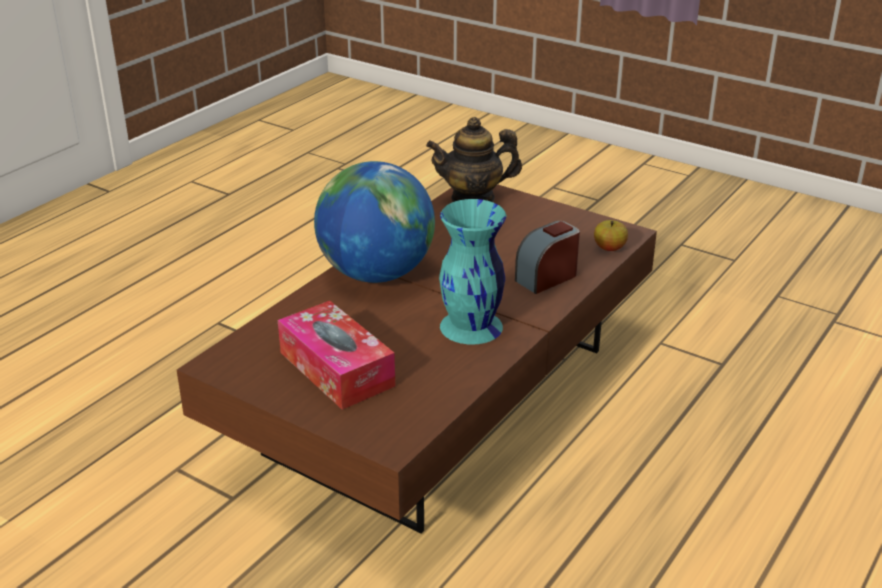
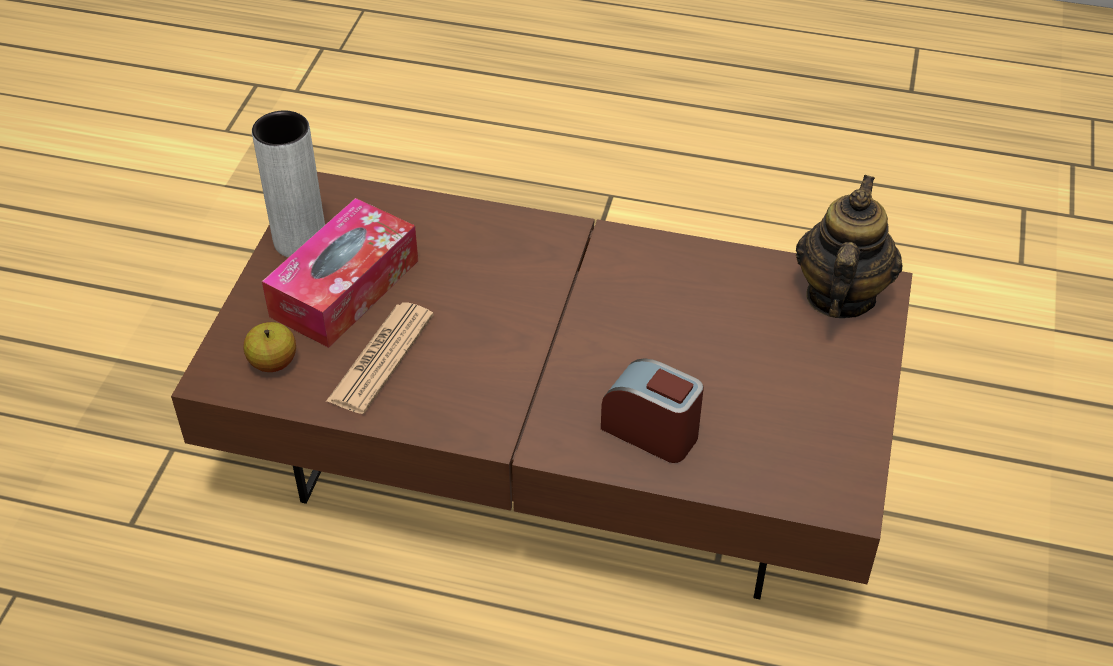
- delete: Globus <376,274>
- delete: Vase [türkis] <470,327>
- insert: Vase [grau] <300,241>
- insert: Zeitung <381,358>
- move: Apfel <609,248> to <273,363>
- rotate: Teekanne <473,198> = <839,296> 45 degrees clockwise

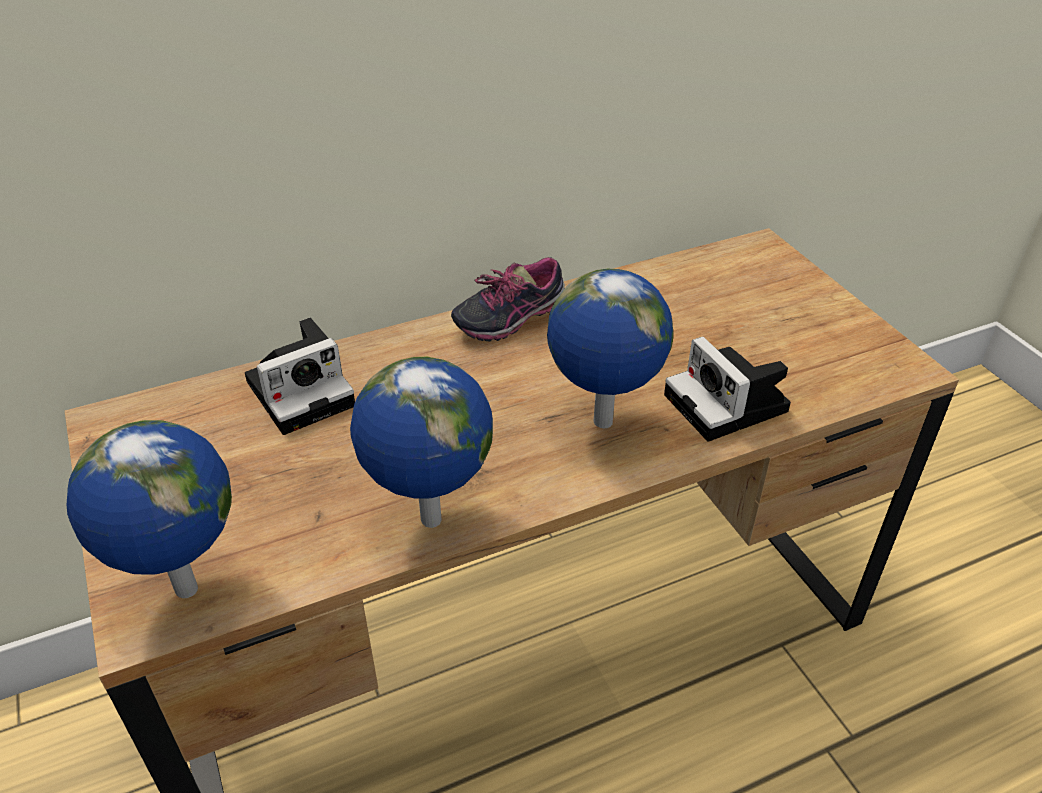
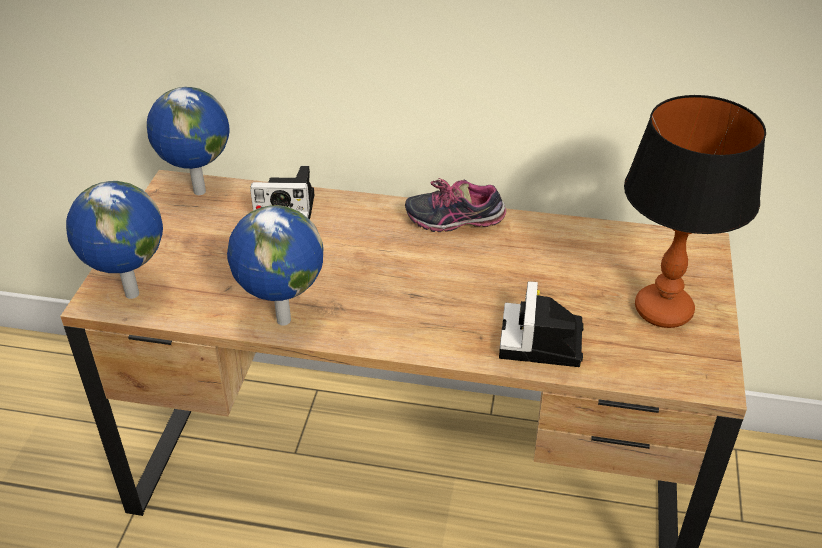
- insert: Tischlampe <662,310>
- move: Globus <602,423> to <198,192>

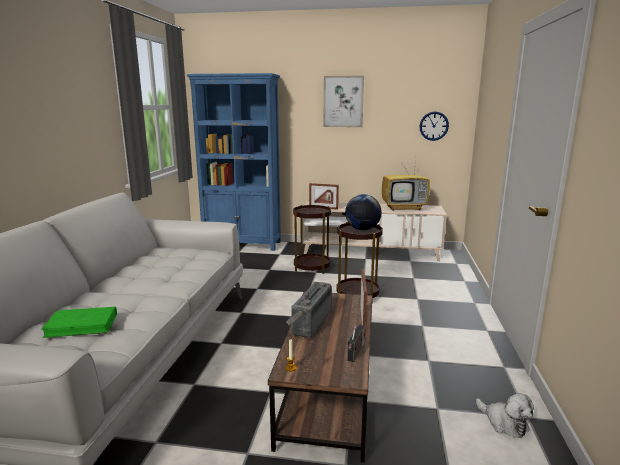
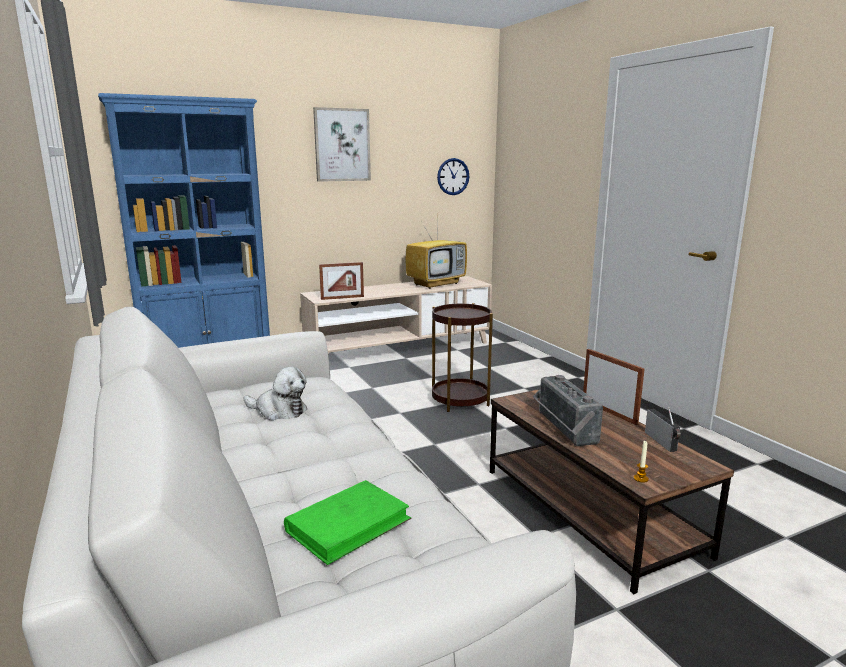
- delete: Beistelltisch [braun] <312,267>
- delete: Globus <362,229>
- move: Plüschtier <504,423> to <279,411>

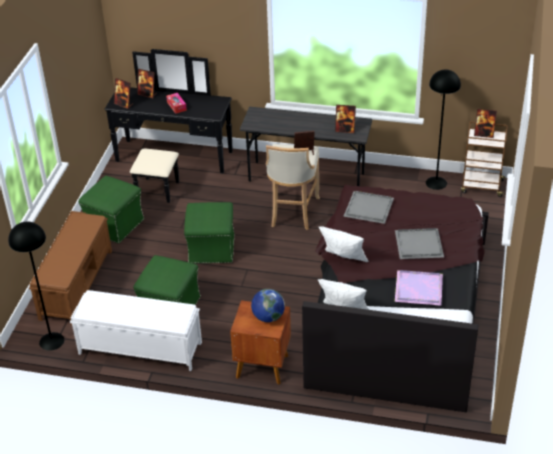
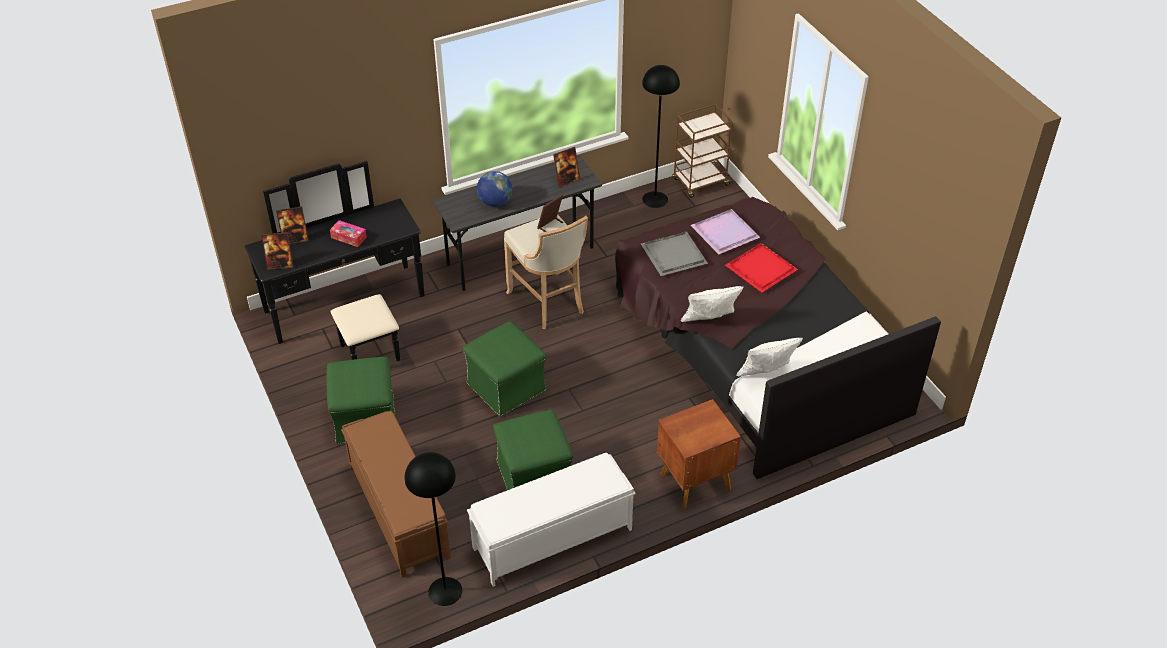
- delete: Bilderrahmen <484,134>
- move: Globus <268,317> to <495,202>
- move: Tablett [lila] <419,288> to <725,232>
- recolor: Tablett [grau] <418,244> to Tablett [rot] <759,269>

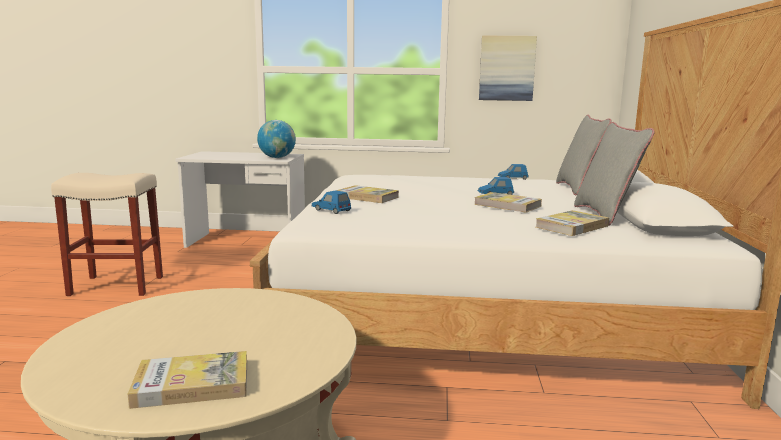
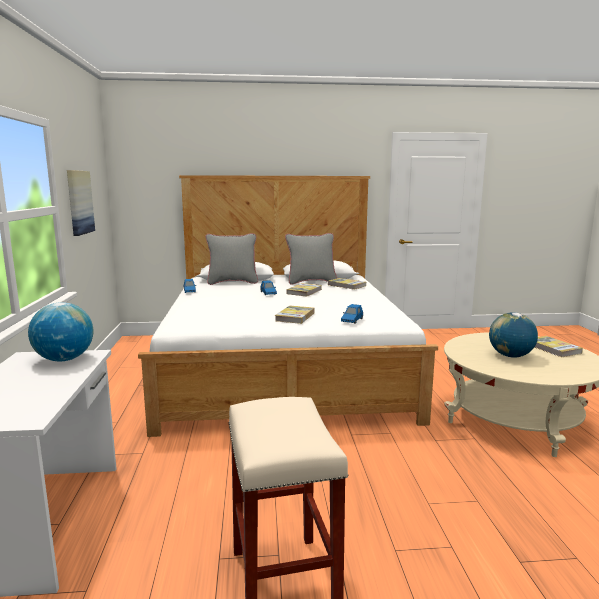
- insert: Globus <510,356>

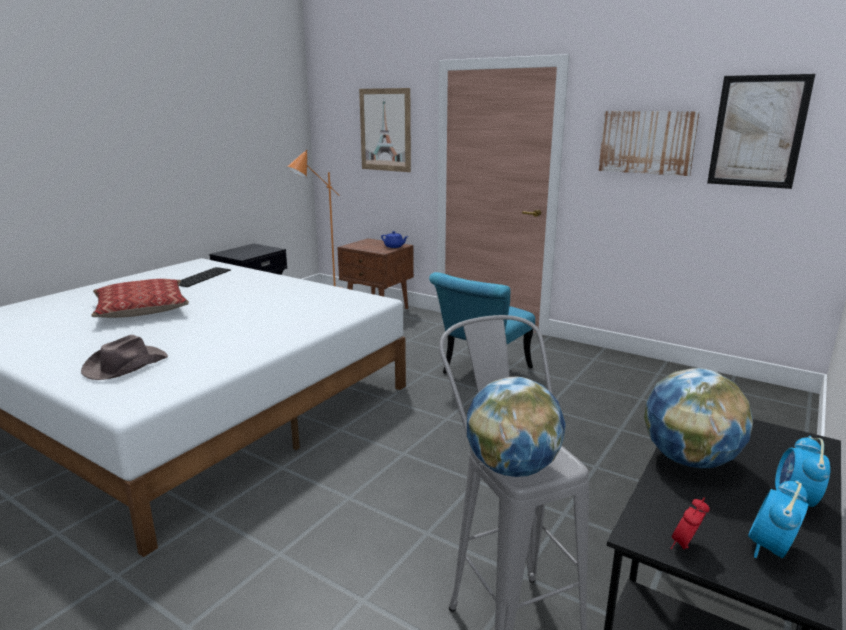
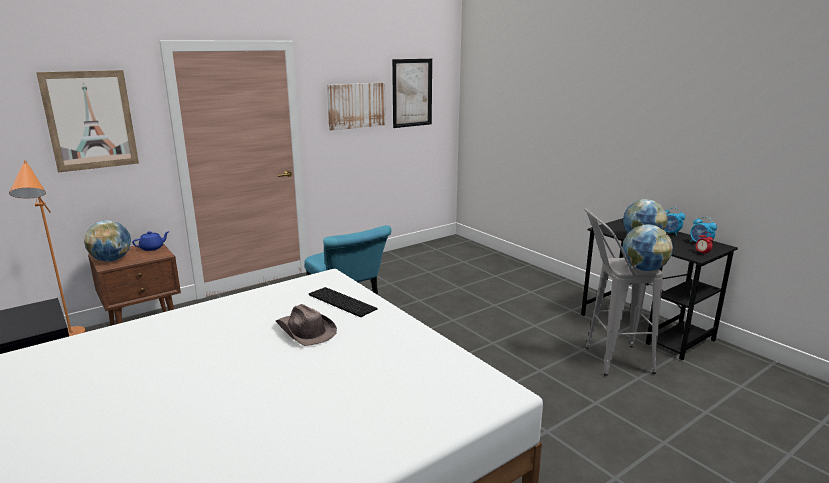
- delete: Kissen <142,309>
- insert: Globus <112,260>
- move: Hut [braun] <125,365> to <305,331>
- move: Tastatur <201,277> to <340,302>

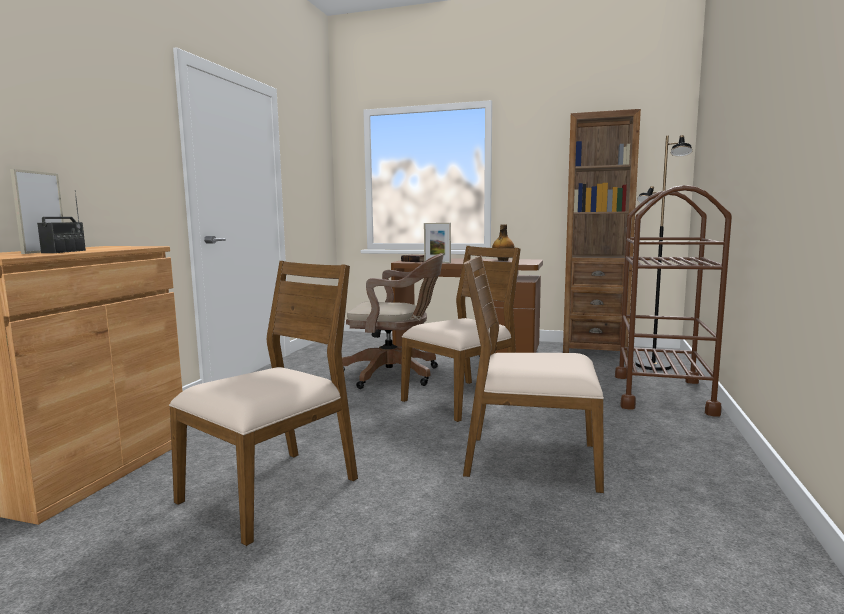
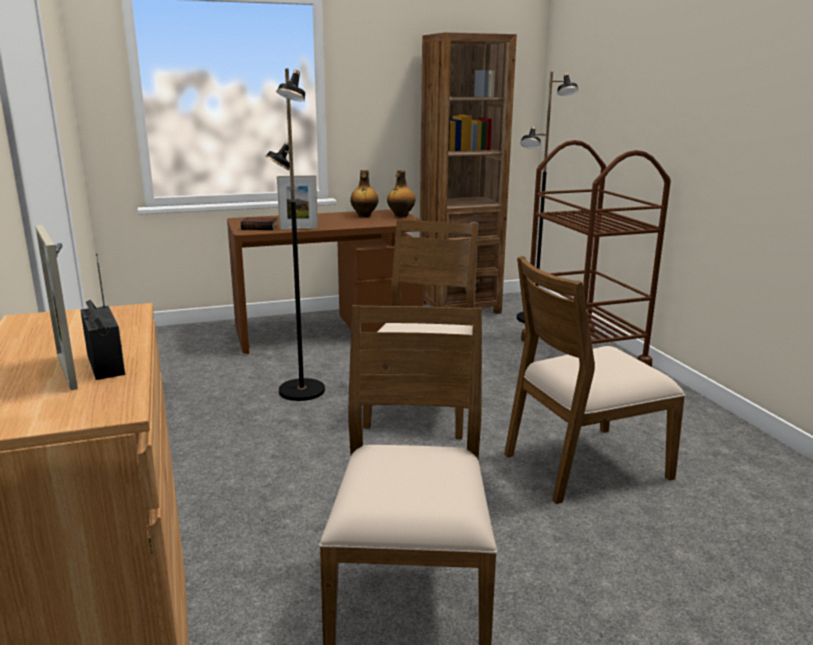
- insert: Flasche <400,215>
- replace: Bürostuhl [braun] <395,375> to Stehlampe [schwarz] <301,391>

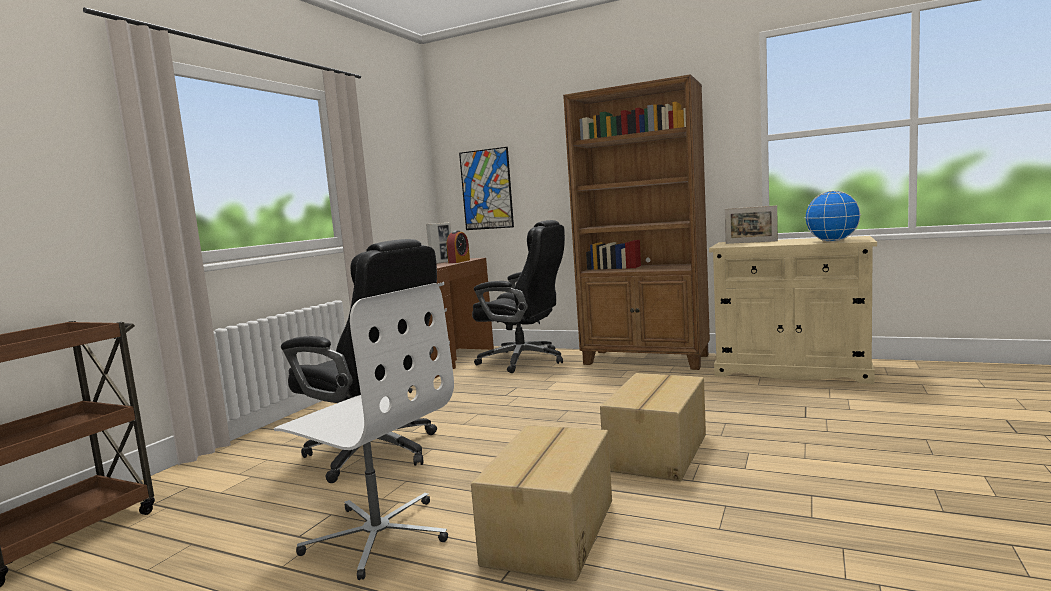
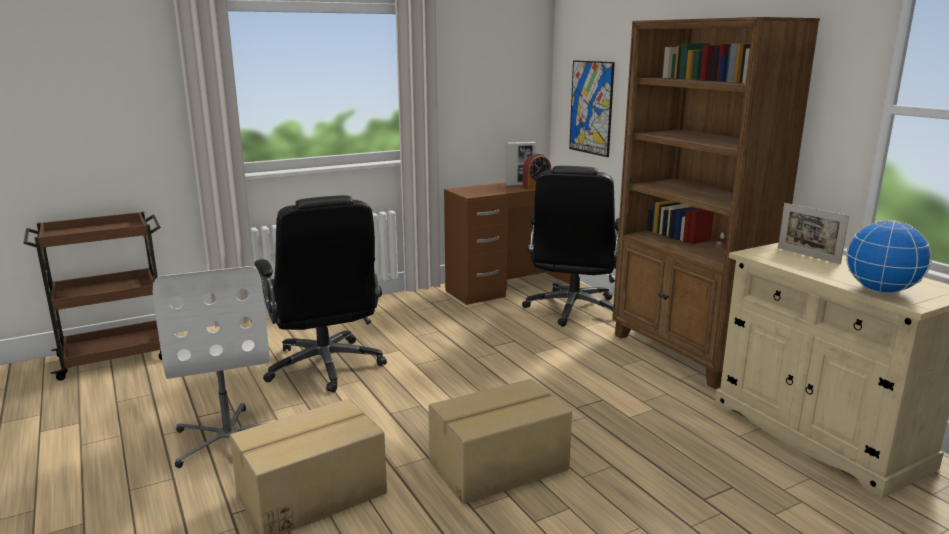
- rotate: Bürostuhl [schwarz] <524,360> = <572,309> 45 degrees clockwise

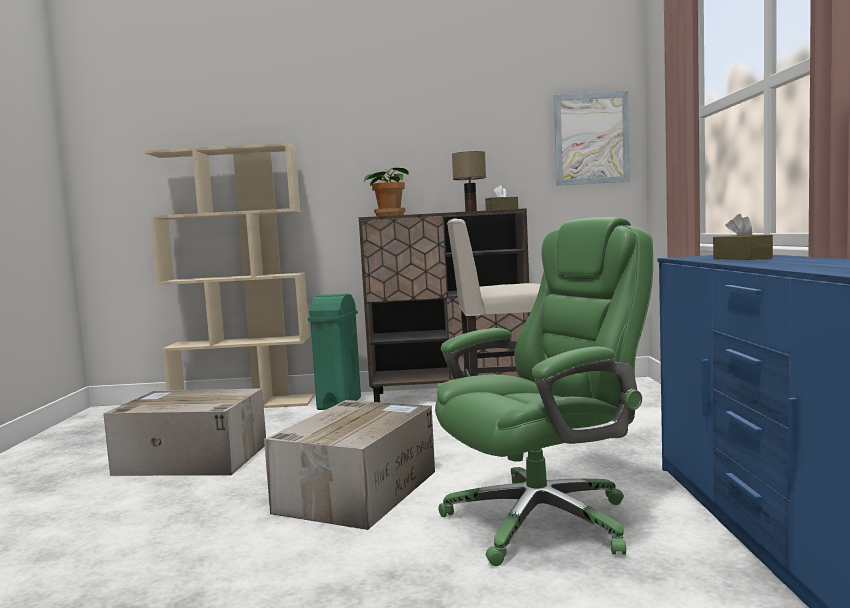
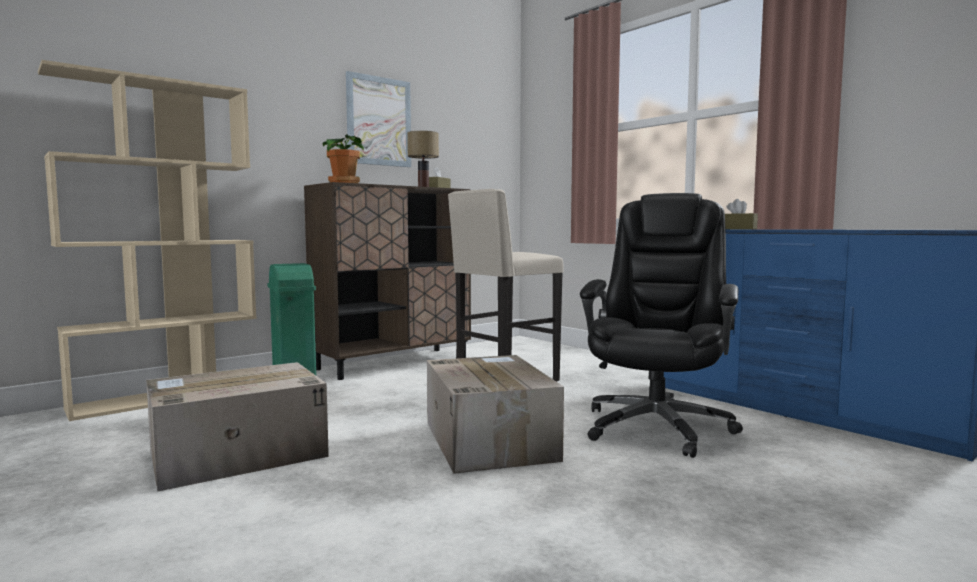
- move: Bild <591,138> to <379,121>
- recolor: Bürostuhl [grün] <543,519> to Bürostuhl [schwarz] <657,426>

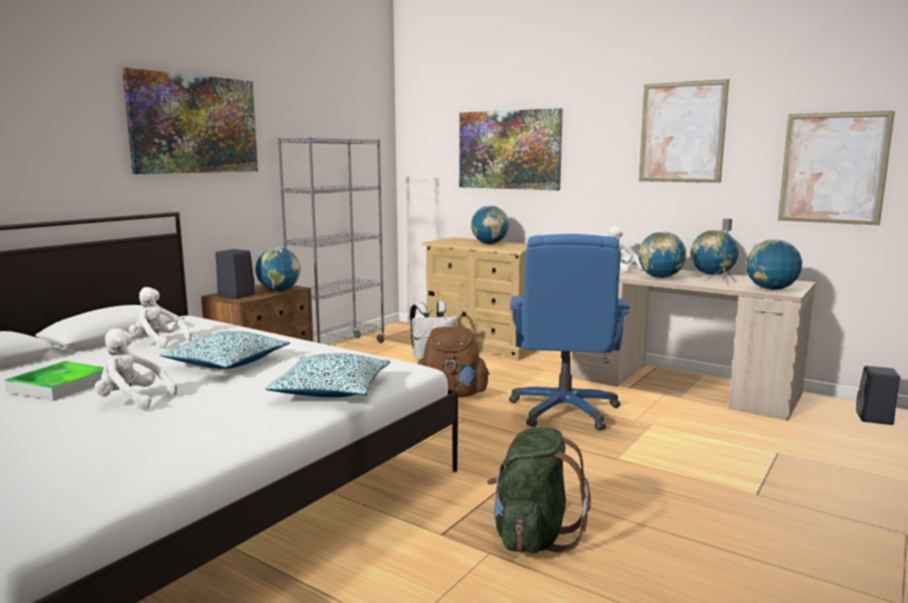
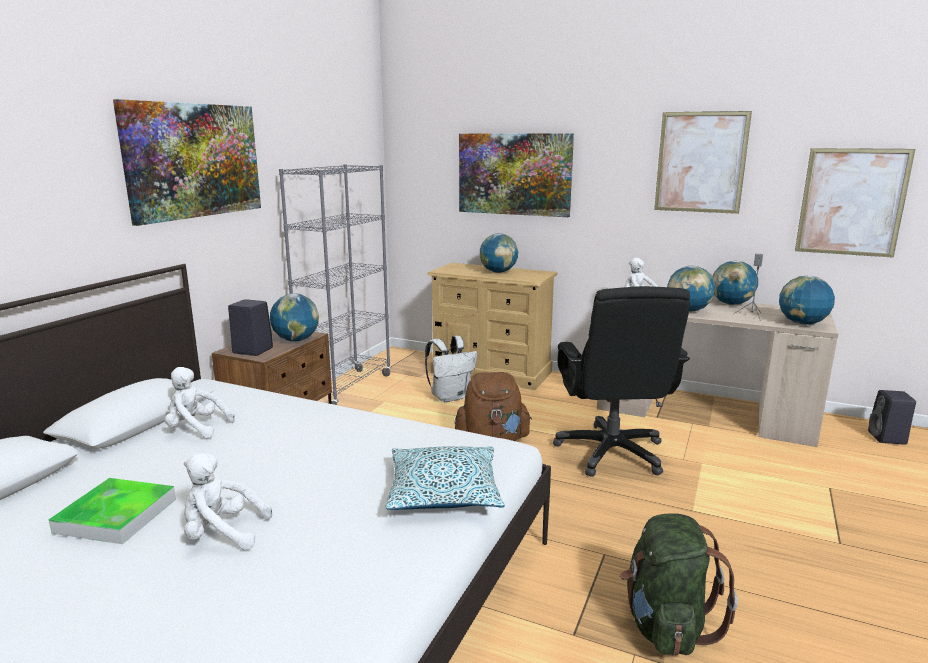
- delete: Kissen <227,363>
- recolor: Bürostuhl [blau] <564,411> to Bürostuhl [schwarz] <611,452>

